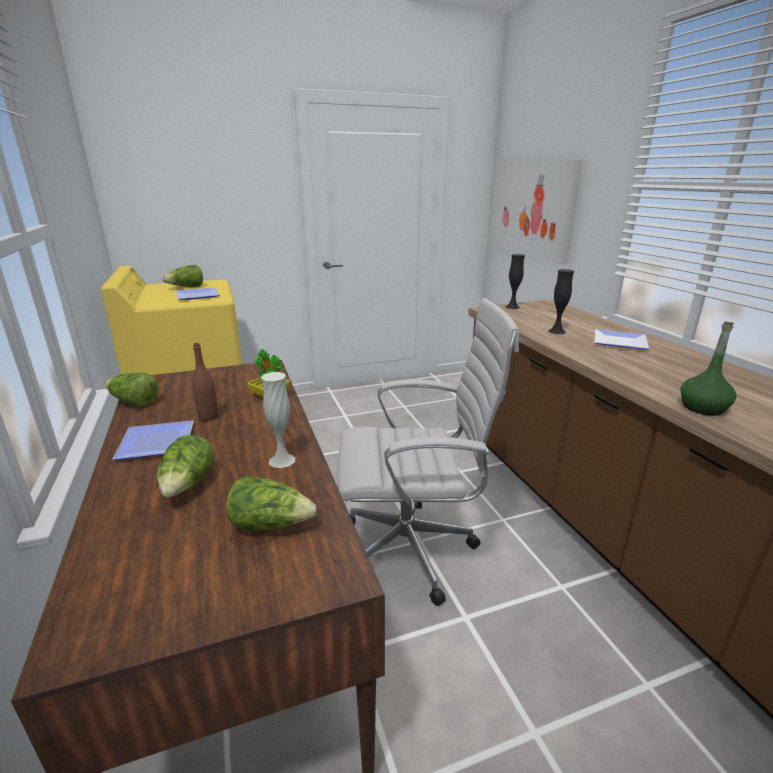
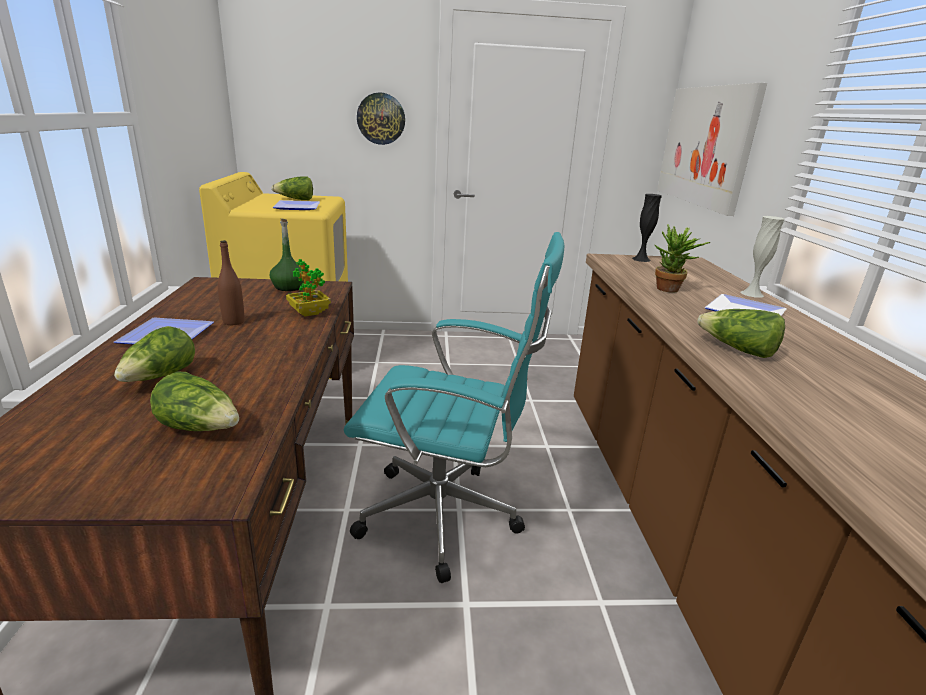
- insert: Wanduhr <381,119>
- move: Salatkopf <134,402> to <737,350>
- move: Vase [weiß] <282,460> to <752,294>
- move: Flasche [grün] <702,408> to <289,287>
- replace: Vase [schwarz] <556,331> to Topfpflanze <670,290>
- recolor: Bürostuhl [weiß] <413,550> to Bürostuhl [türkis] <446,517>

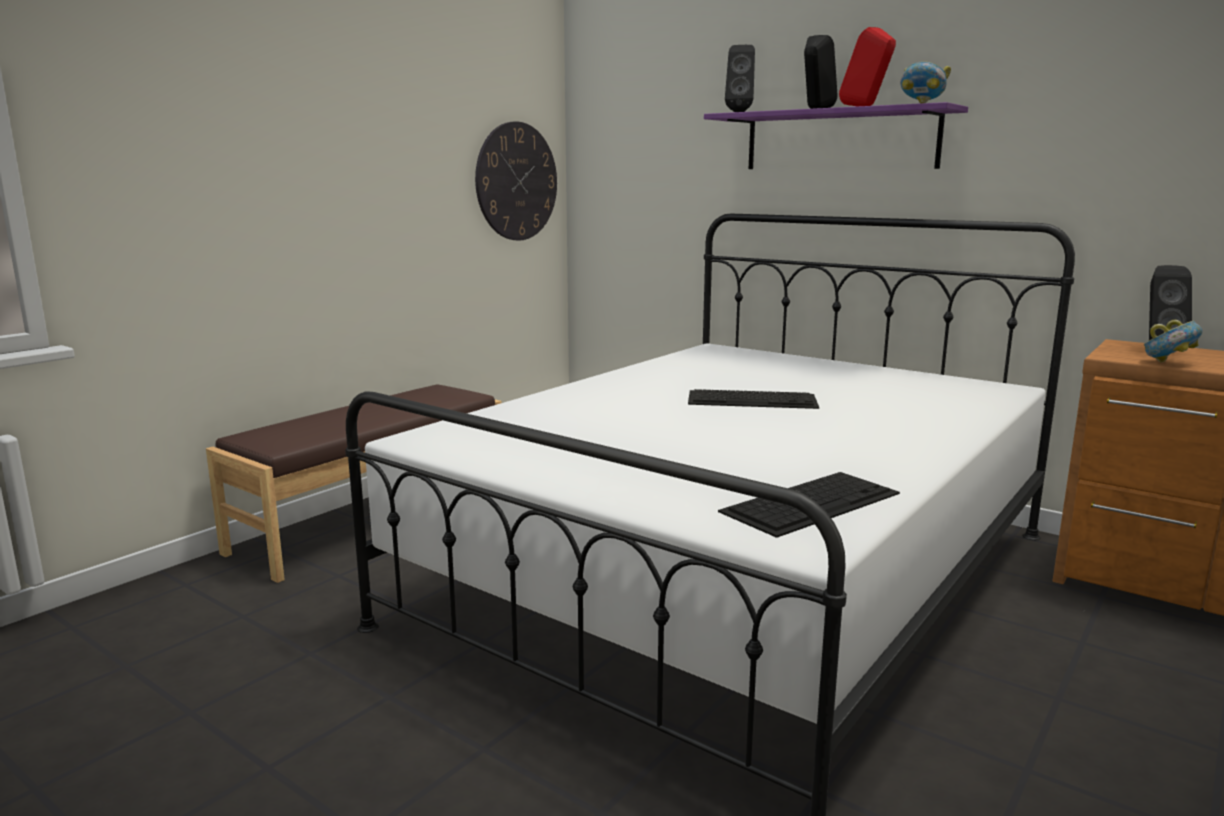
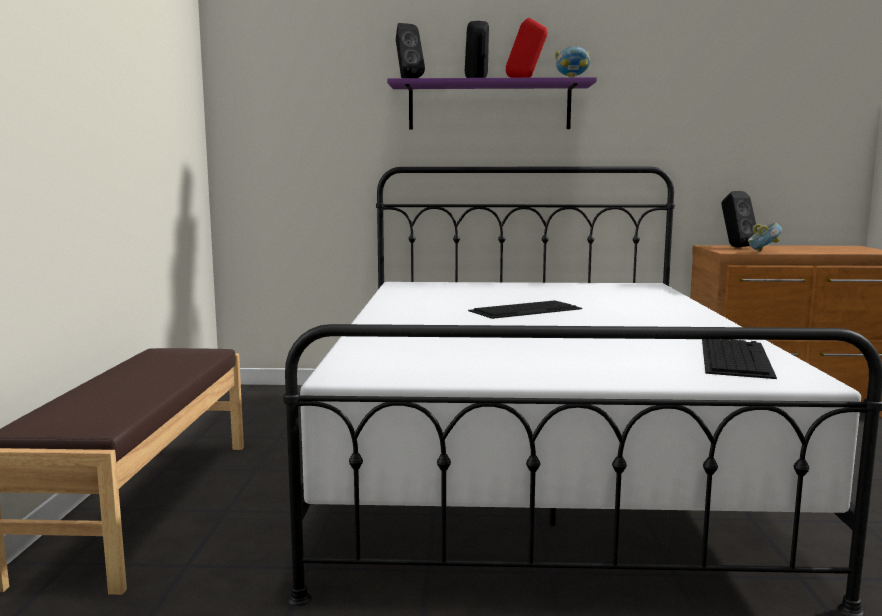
- delete: Wanduhr <516,181>

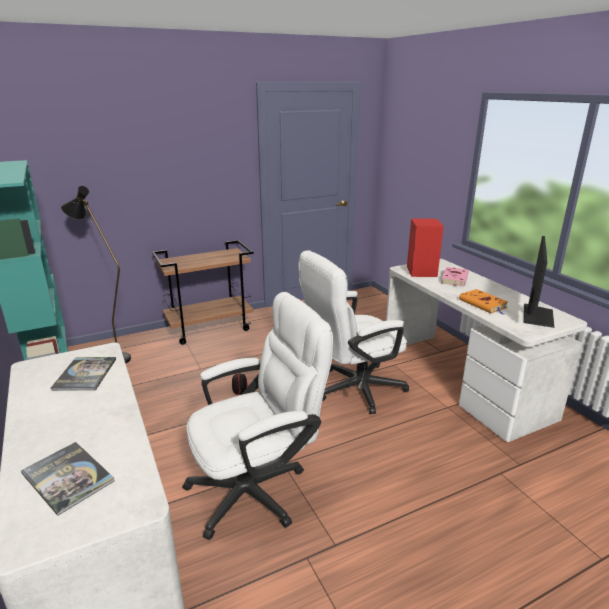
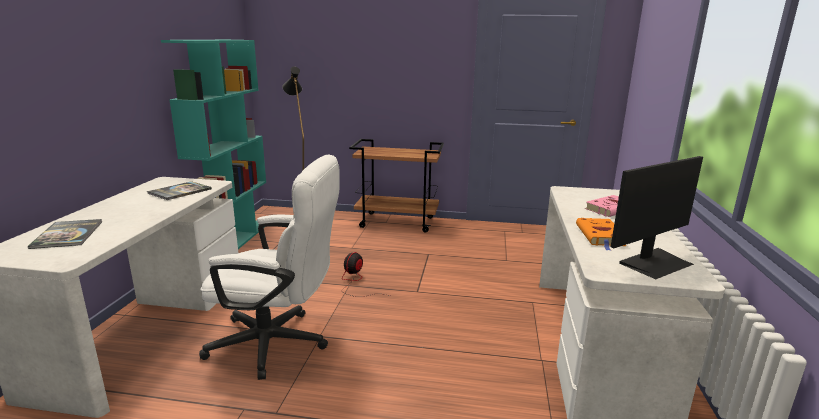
- delete: Bürostuhl [weiß] <351,390>
- delete: Lautsprecher [rot] <421,272>

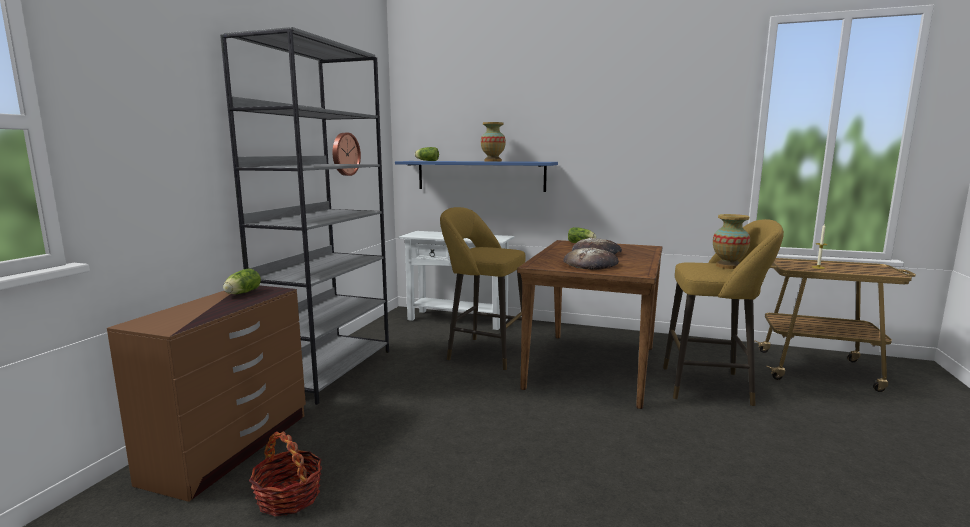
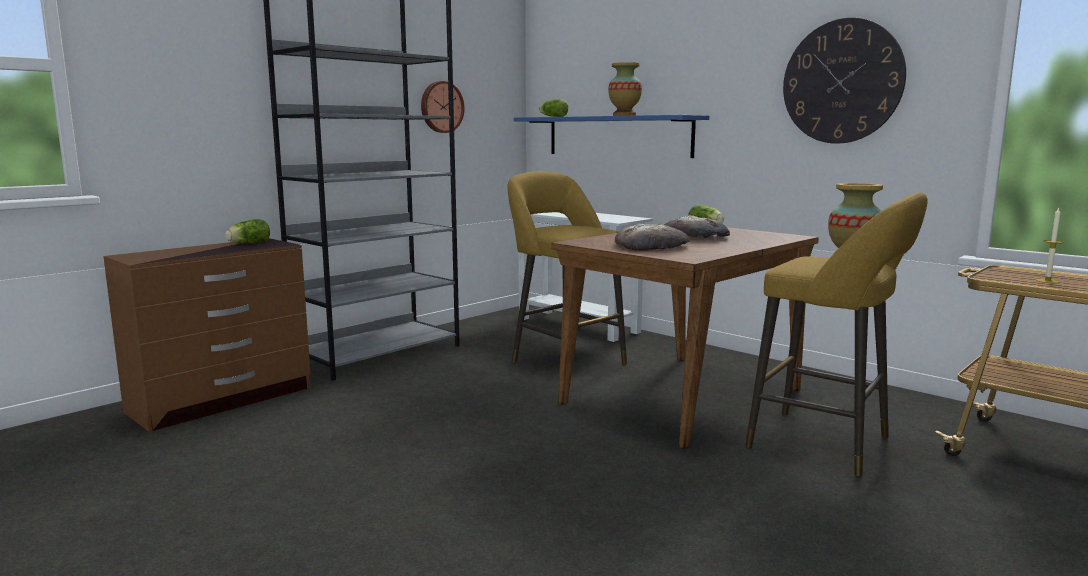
- delete: Korb <288,497>
- insert: Wanduhr <842,82>

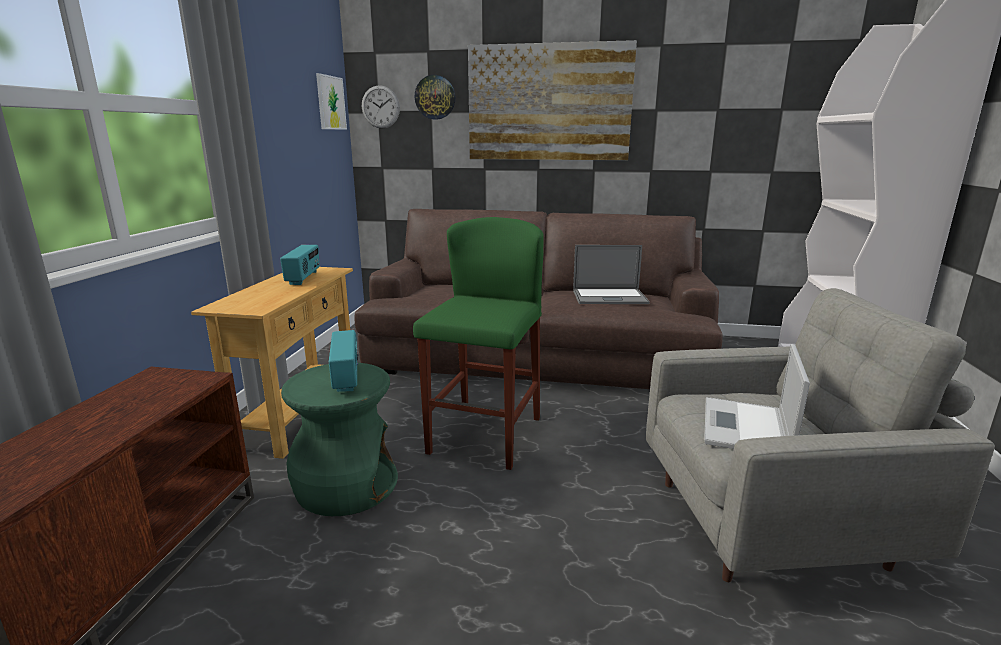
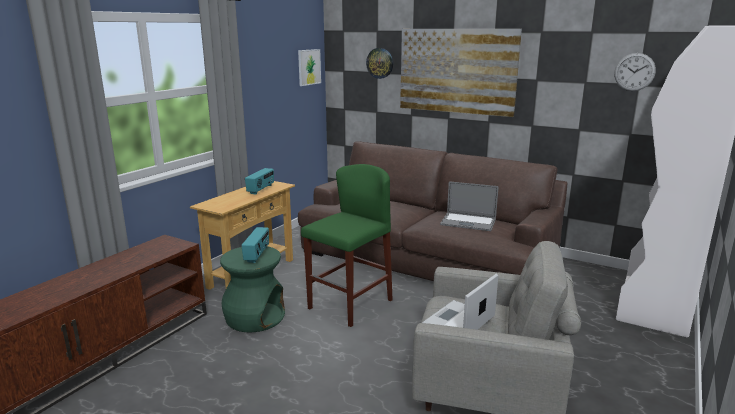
- move: Wanduhr <380,107> to <634,72>

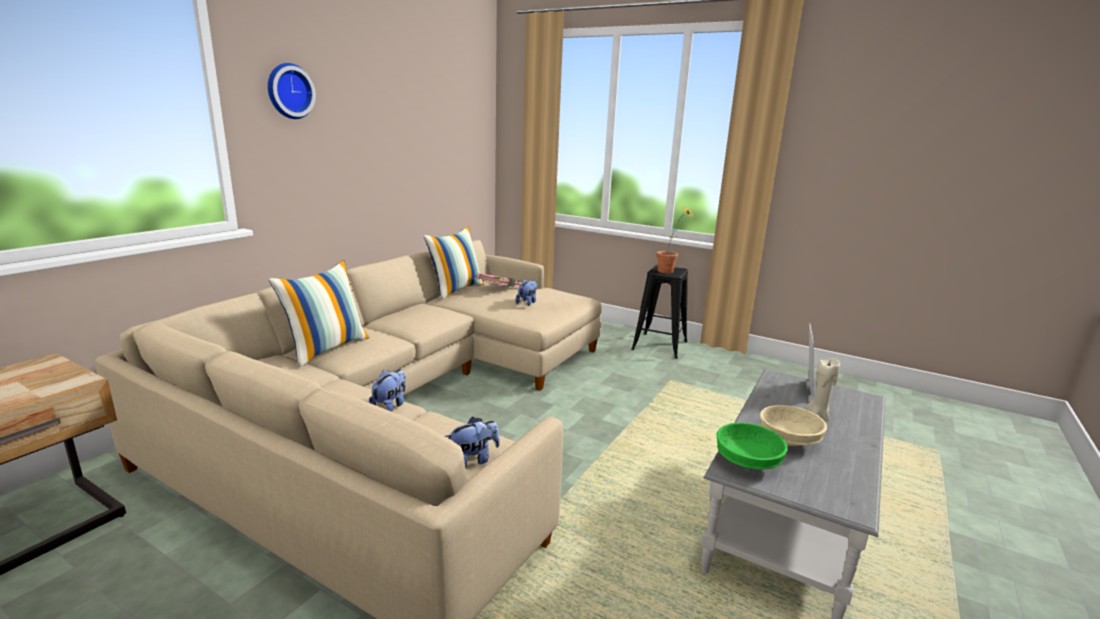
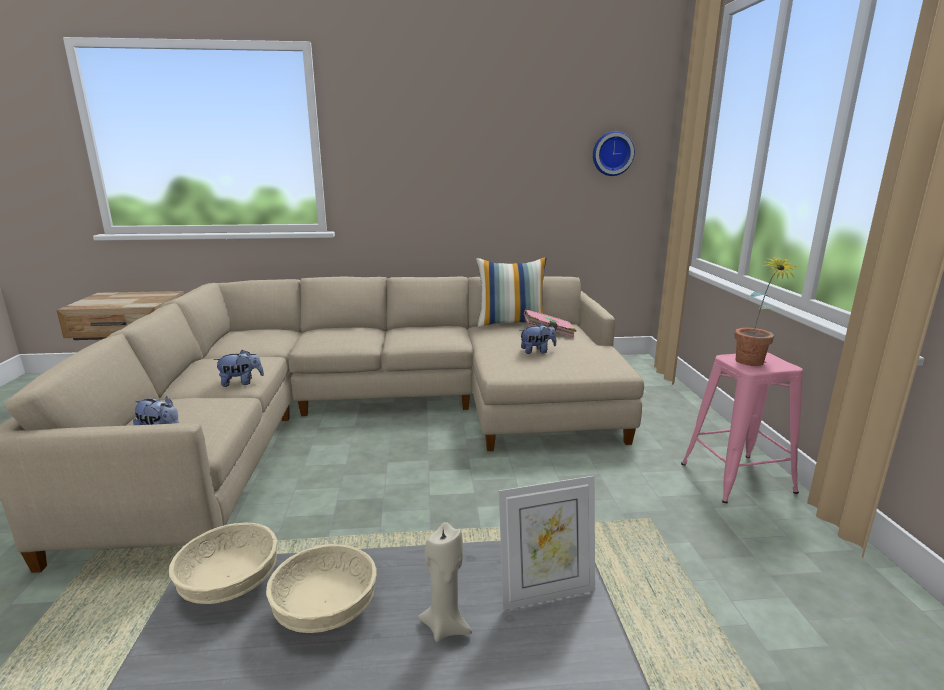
- delete: Kissen <327,348>
- move: Wanduhr <289,91> to <612,153>
- recolor: Hocker [schwarz] <659,345> to Hocker [rosa] <737,478>
- recolor: Schüssel [grün] <747,461> to Schüssel [beige] <231,583>

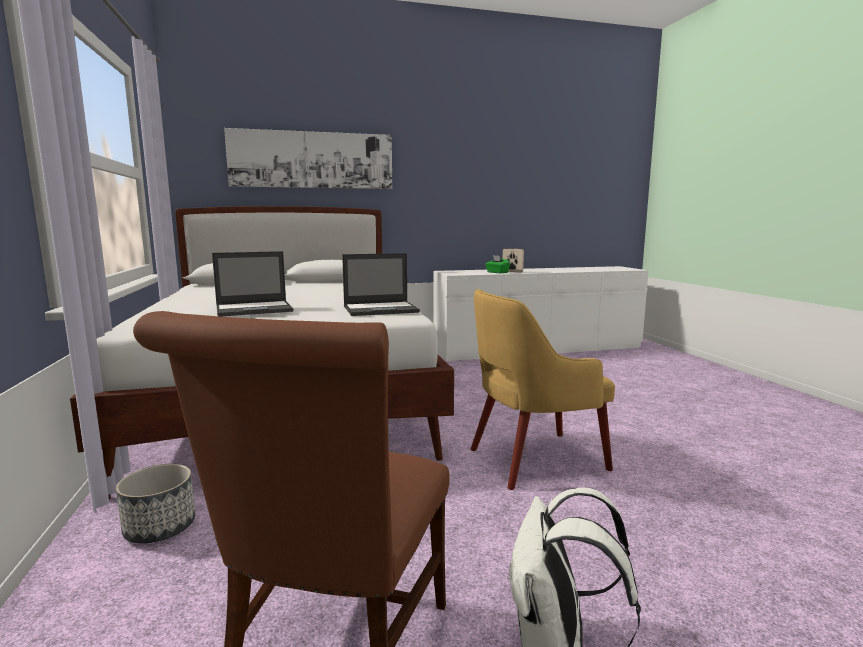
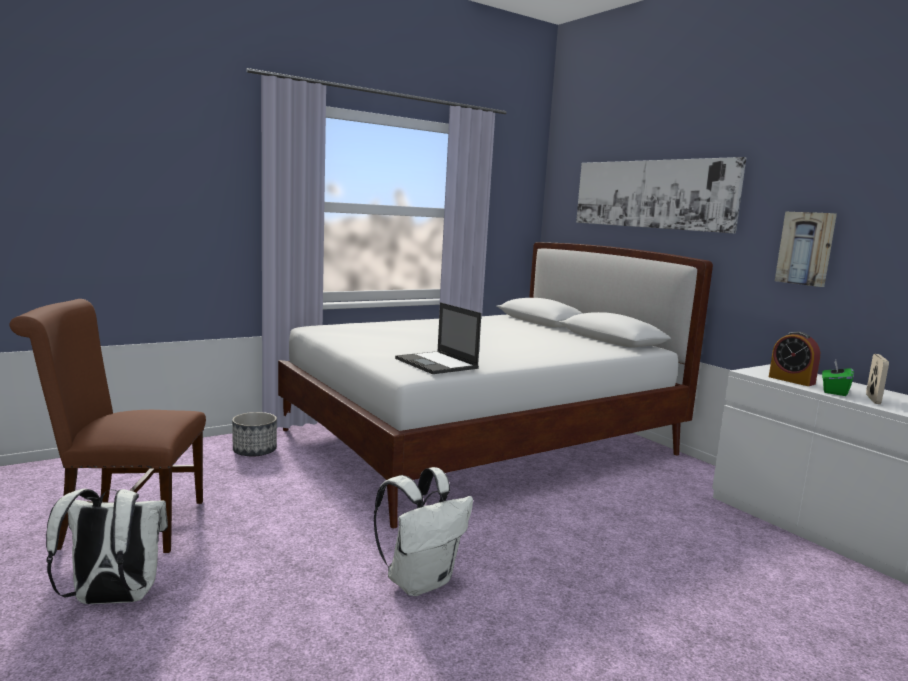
- delete: Laptop <255,309>
- insert: Wecker <791,380>
- insert: Bild <806,248>
- replace: Sessel [gelb] <533,459> to Rucksack [weiß] <420,581>

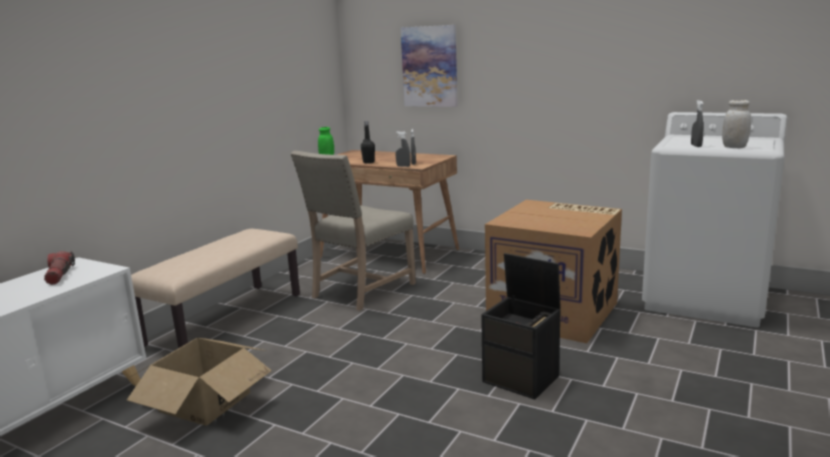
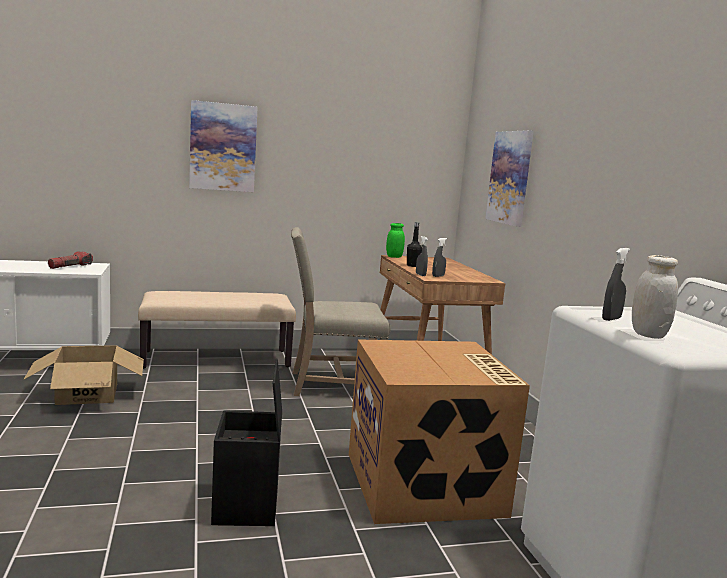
- insert: Bild <223,147>

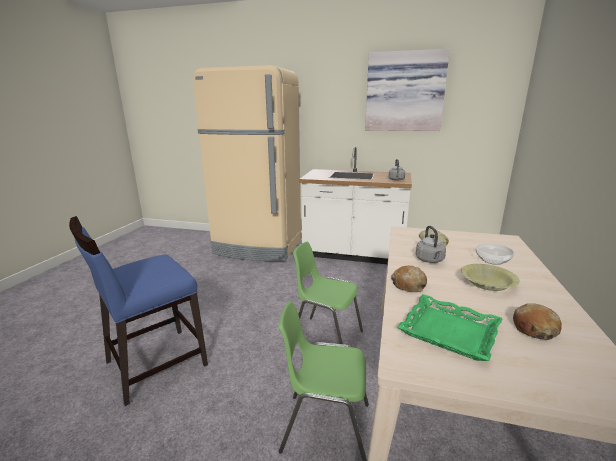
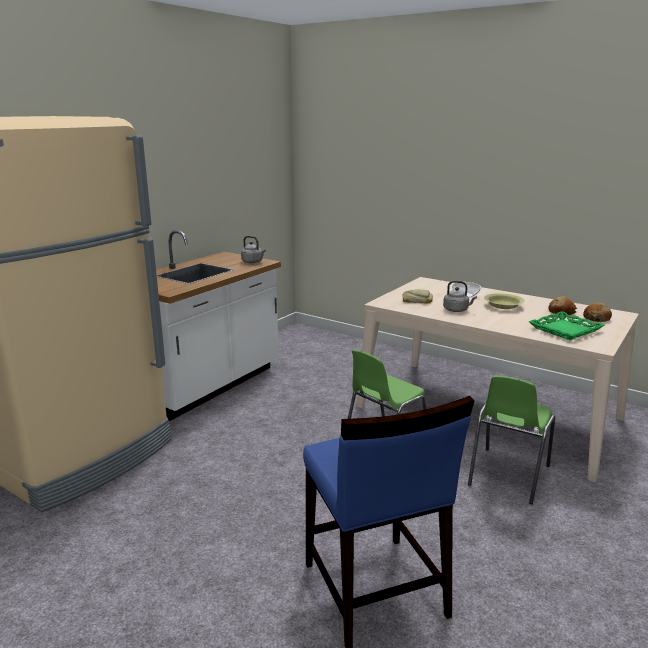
- delete: Bild <404,92>
- move: Brot <408,285> to <596,318>

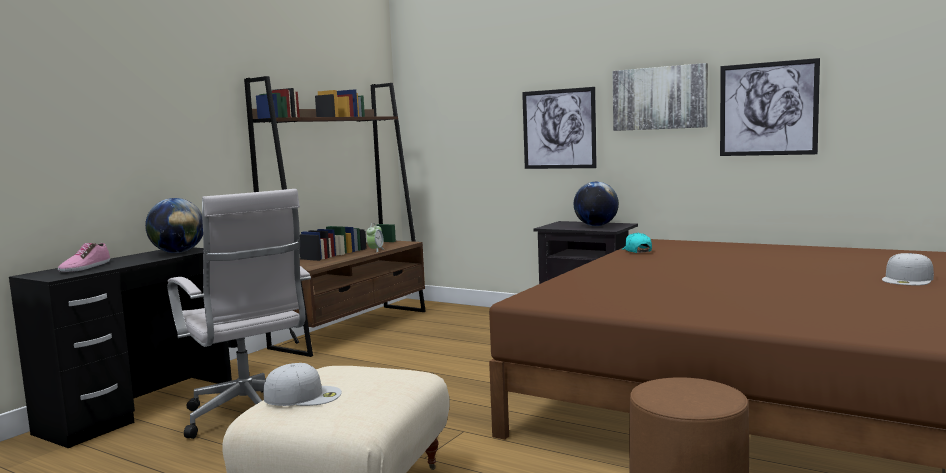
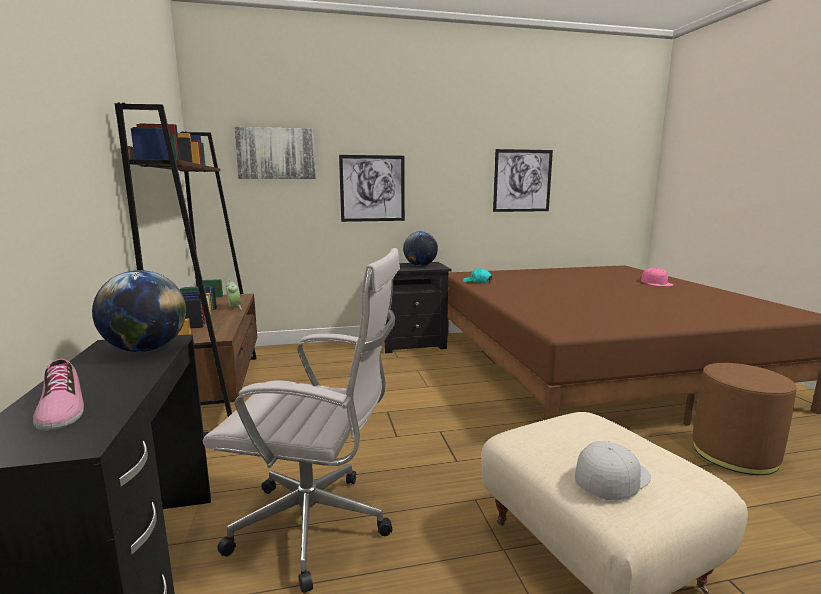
- move: Bild <659,98> to <276,153>
- recolor: Kappe [weiß] <908,279> to Kappe [rosa] <656,283>

